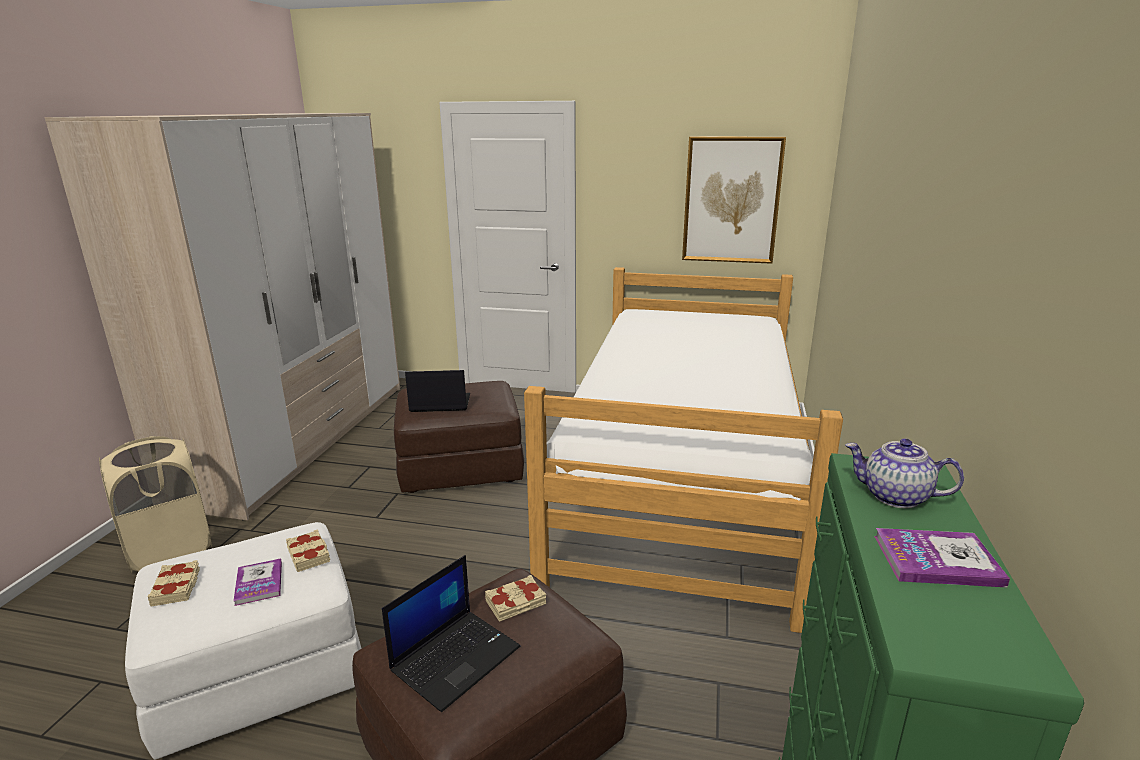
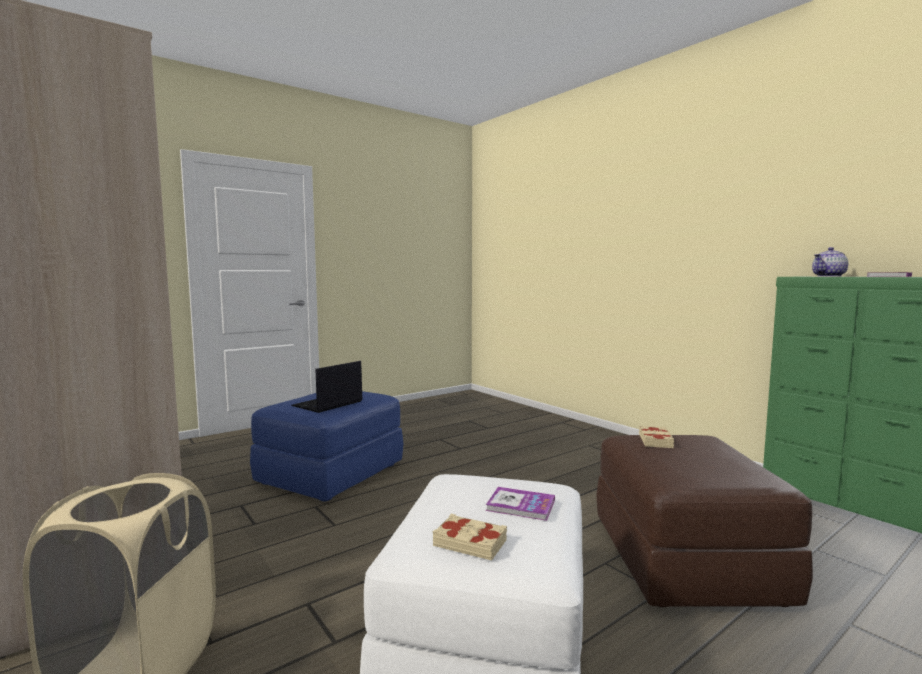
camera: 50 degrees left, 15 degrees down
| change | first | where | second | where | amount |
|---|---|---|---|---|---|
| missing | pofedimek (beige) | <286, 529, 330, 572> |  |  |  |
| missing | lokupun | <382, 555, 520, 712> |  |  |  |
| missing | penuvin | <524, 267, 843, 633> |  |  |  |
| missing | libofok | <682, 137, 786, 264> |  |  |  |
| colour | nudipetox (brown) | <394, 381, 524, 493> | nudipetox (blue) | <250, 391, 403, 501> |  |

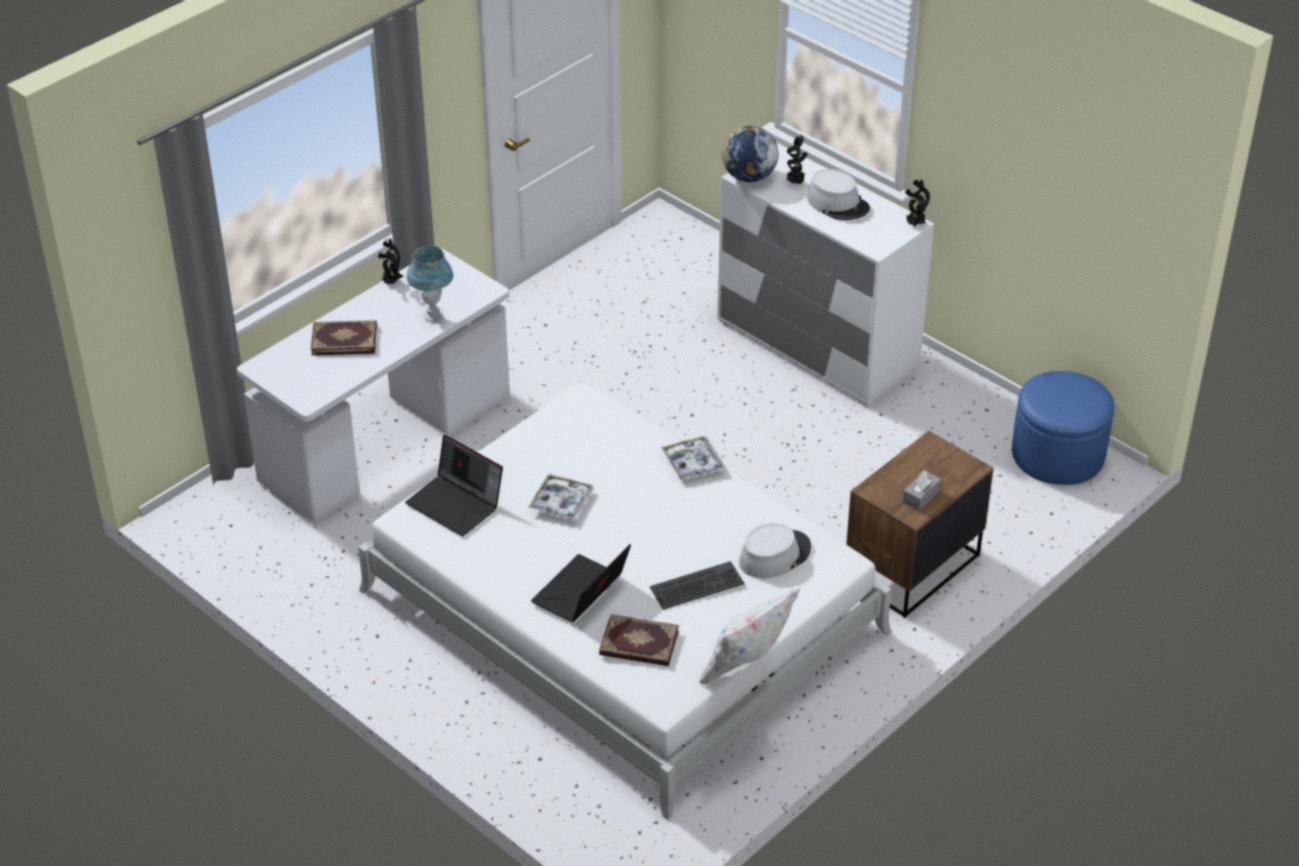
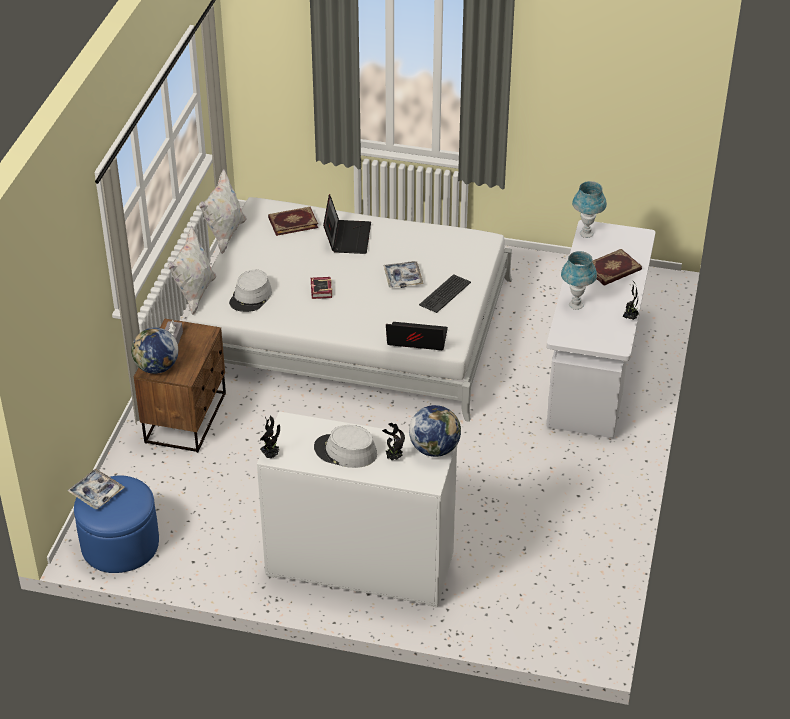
camera: 150 degrees right, 0 degrees up
| change | first | where | second | where | amount |
|---|---|---|---|---|---|
| appeared |  |  | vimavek | <131, 328, 178, 374> |  |
| appeared |  |  | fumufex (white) | <168, 226, 217, 315> |  |
| appeared |  |  | pofedimek | <311, 277, 332, 299> |  |
| appeared |  |  | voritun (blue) | <572, 181, 607, 238> |  |
| relocated | lokupun | <405, 435, 503, 536> |  | <386, 322, 448, 350> |  |
| relocated | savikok | <650, 561, 745, 610> |  | <419, 274, 471, 313> |  |
| relocated | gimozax | <661, 436, 726, 480> |  | <67, 469, 125, 509> |  |

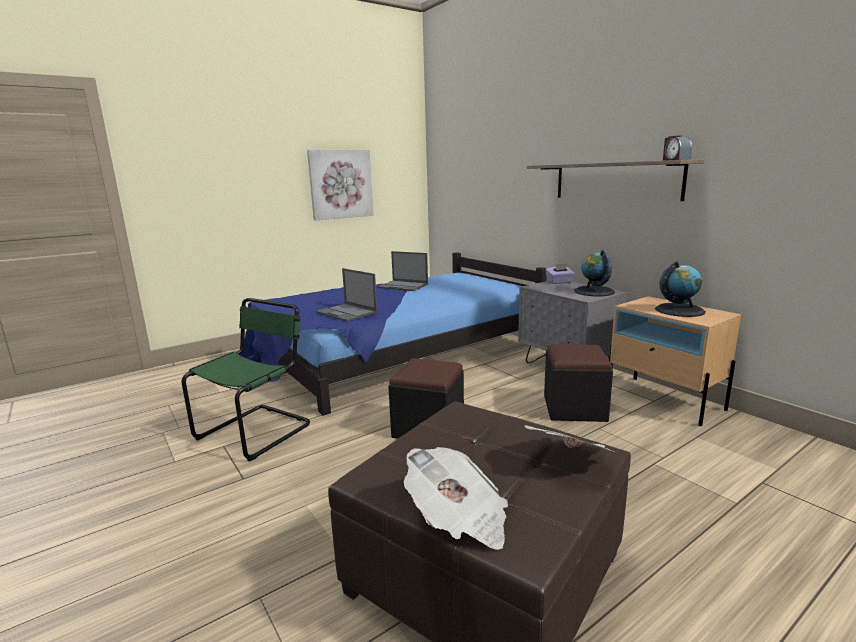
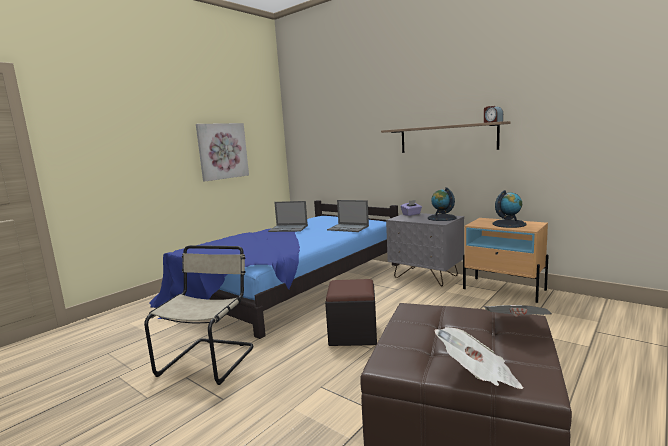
camera: 15 degrees left, 5 degrees down
| change | first | where | second | where | amount |
|---|---|---|---|---|---|
| missing | nudipetox (black) | <544, 344, 613, 422> |  |  |  |
| relocated | lokupun | <316, 268, 378, 322> |  | <327, 200, 369, 232> |  |
| colour | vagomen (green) | <182, 298, 310, 461> | vagomen (beige) | <144, 245, 253, 385> |  |

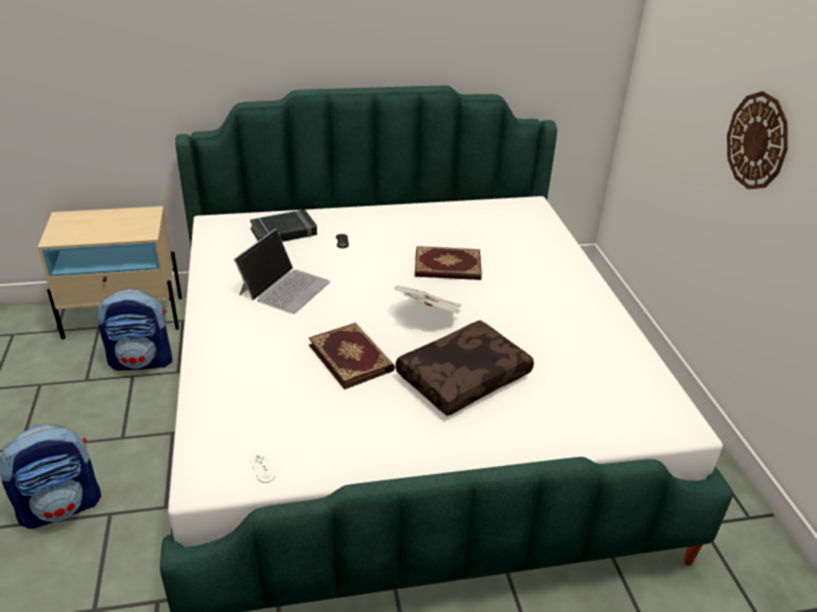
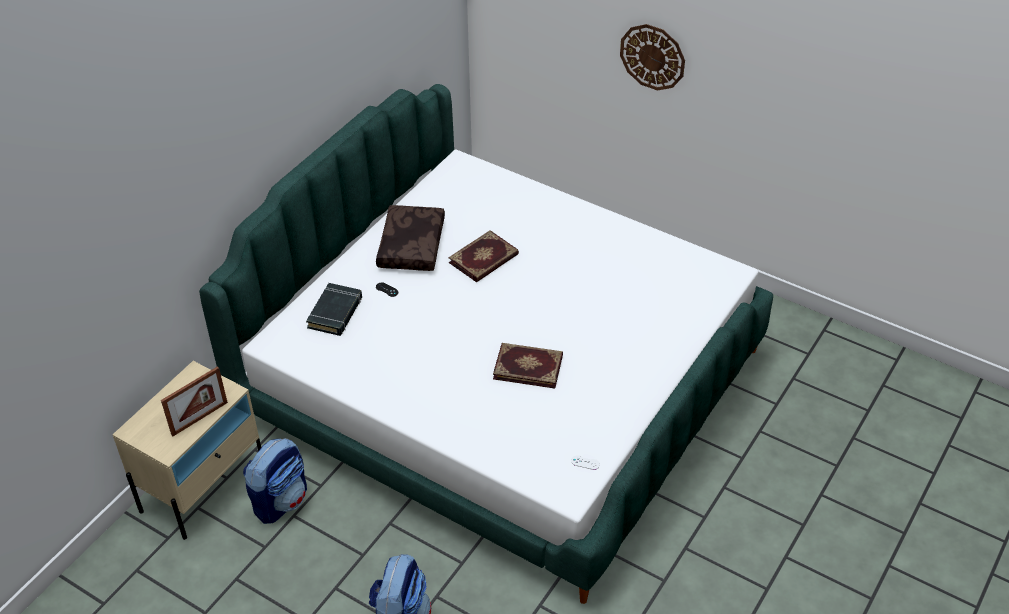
camera: 45 degrees left, 10 degrees up
| change | first | where | second | where | amount |
|---|---|---|---|---|---|
| missing | lokupun | <234, 229, 330, 314> |  |  |  |
| missing | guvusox | <394, 286, 462, 313> |  |  |  |
| appeared |  |  | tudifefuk | <161, 366, 228, 436> |  |
| relocated | fumufex (brown) | <395, 320, 534, 416> |  | <376, 205, 445, 271> |  |

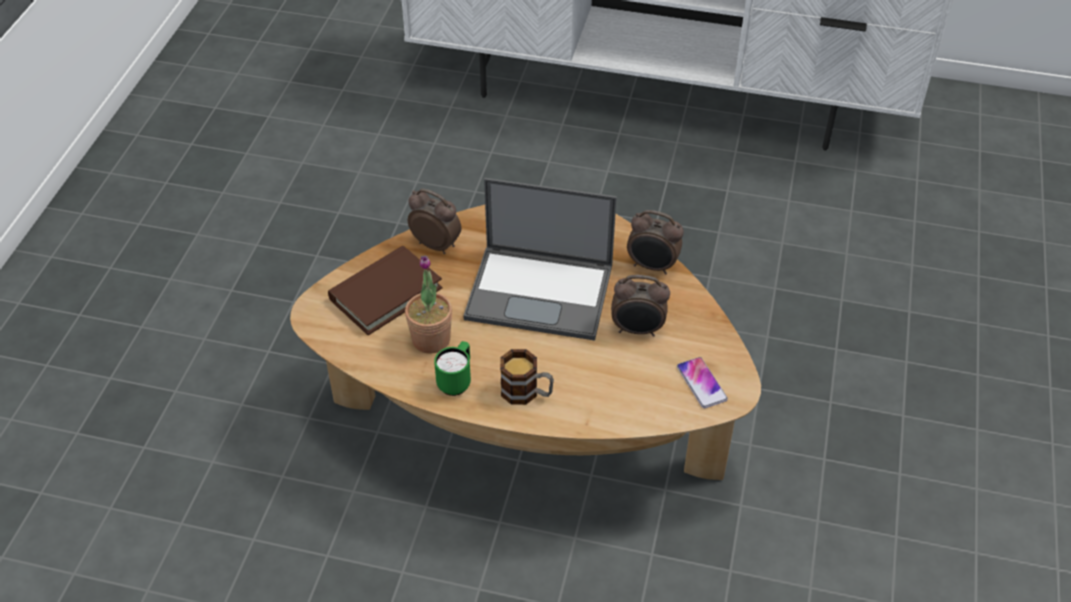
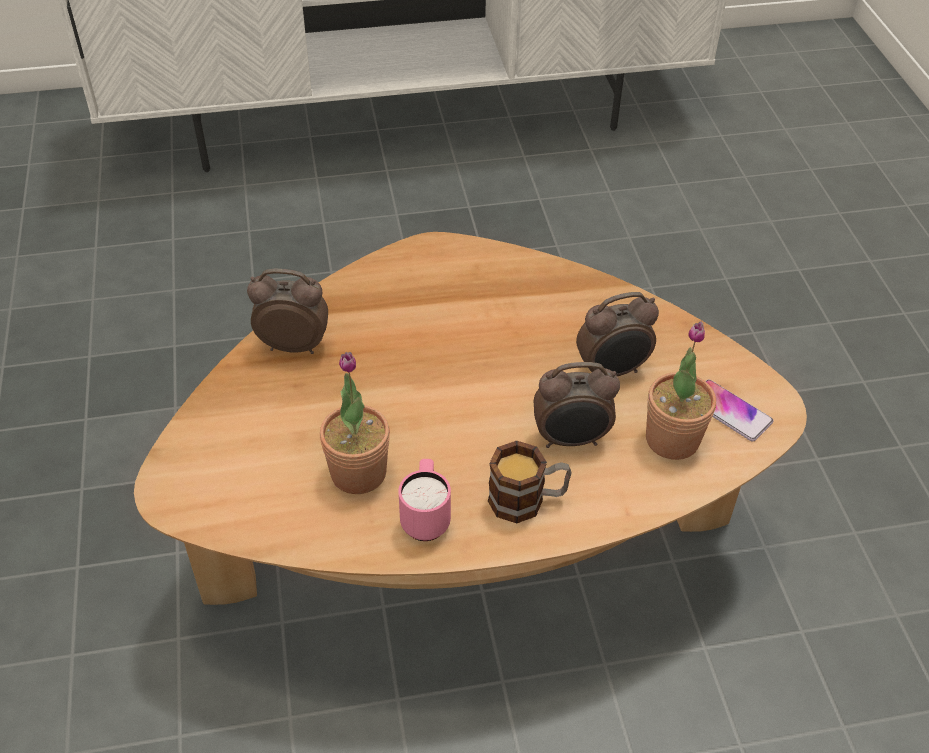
camera: 25 degrees left, 0 degrees up
| change | first | where | second | where | amount |
|---|---|---|---|---|---|
| missing | pofedimek (brown) | <328, 246, 443, 335> |  |  |  |
| missing | lokupun | <463, 178, 617, 341> |  |  |  |
| appeared |  |  | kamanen | <646, 321, 716, 460> |  |
| relocated | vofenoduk | <627, 210, 684, 275> |  | <534, 362, 620, 448> |  |
| colour | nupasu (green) | <434, 341, 471, 396> | nupasu (pink) | <398, 459, 451, 541> |  |

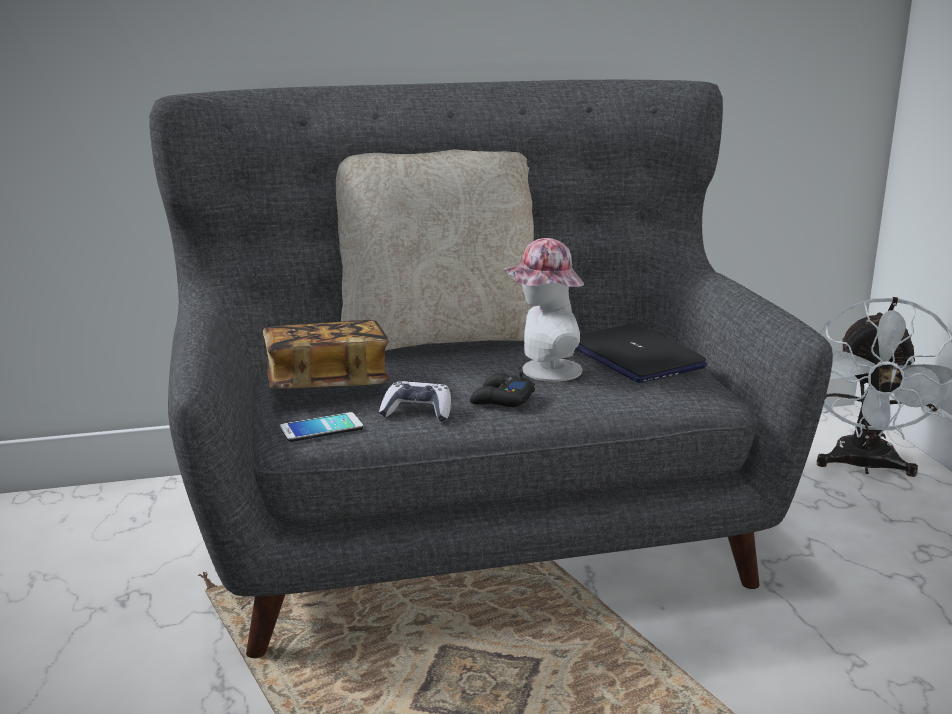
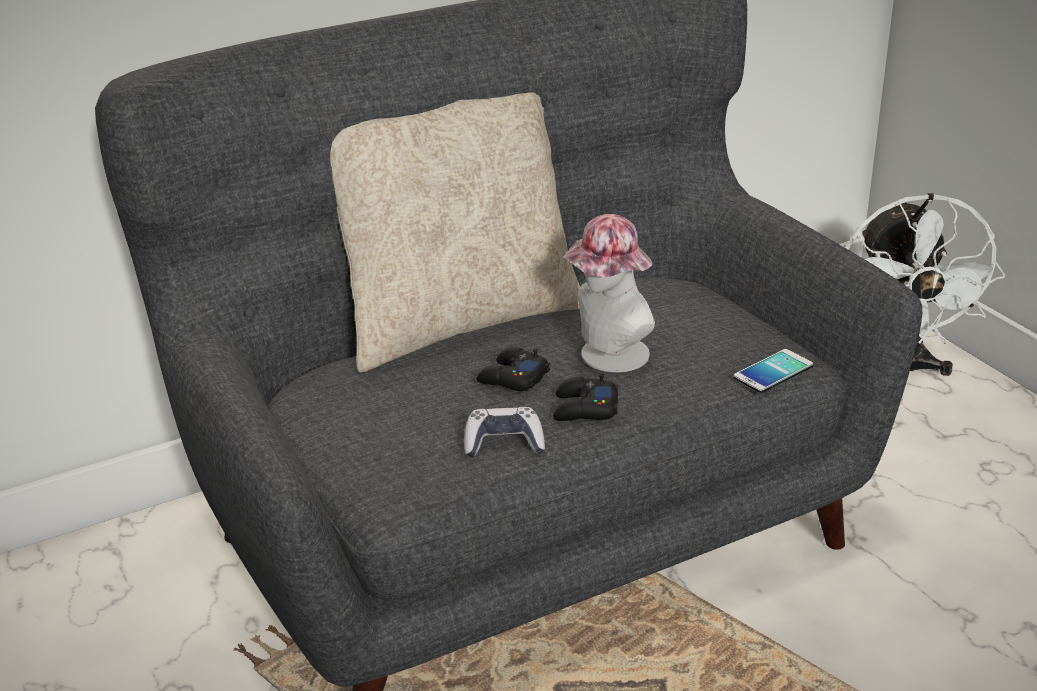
camera: 15 degrees left, 10 degrees up
| change | first | where | second | where | amount |
|---|---|---|---|---|---|
| missing | pofedimek | <263, 320, 389, 388> |  |  |  |
| missing | lokupun | <576, 324, 707, 383> |  |  |  |
| appeared |  |  | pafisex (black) | <476, 347, 550, 391> |  |
| relocated | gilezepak | <280, 412, 364, 442> |  | <734, 349, 813, 393> |  |

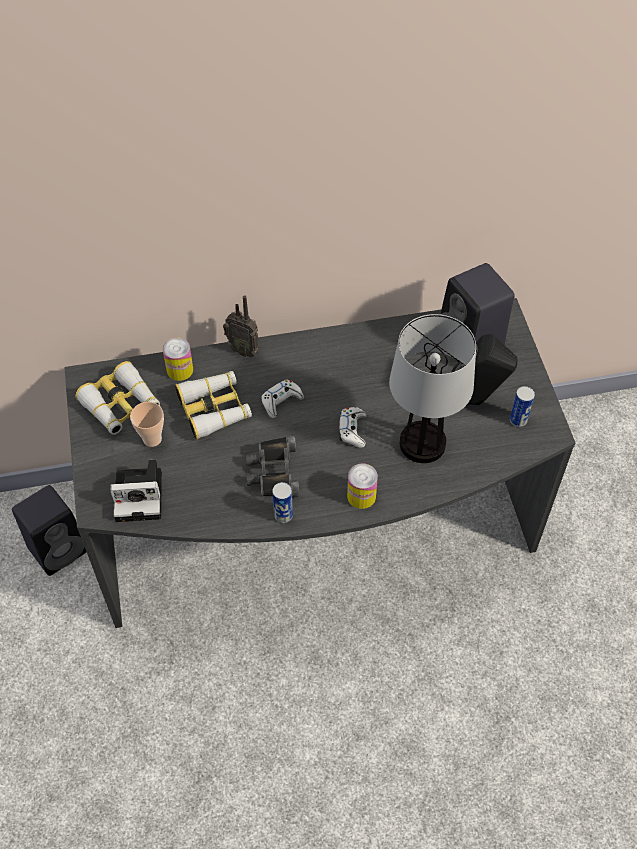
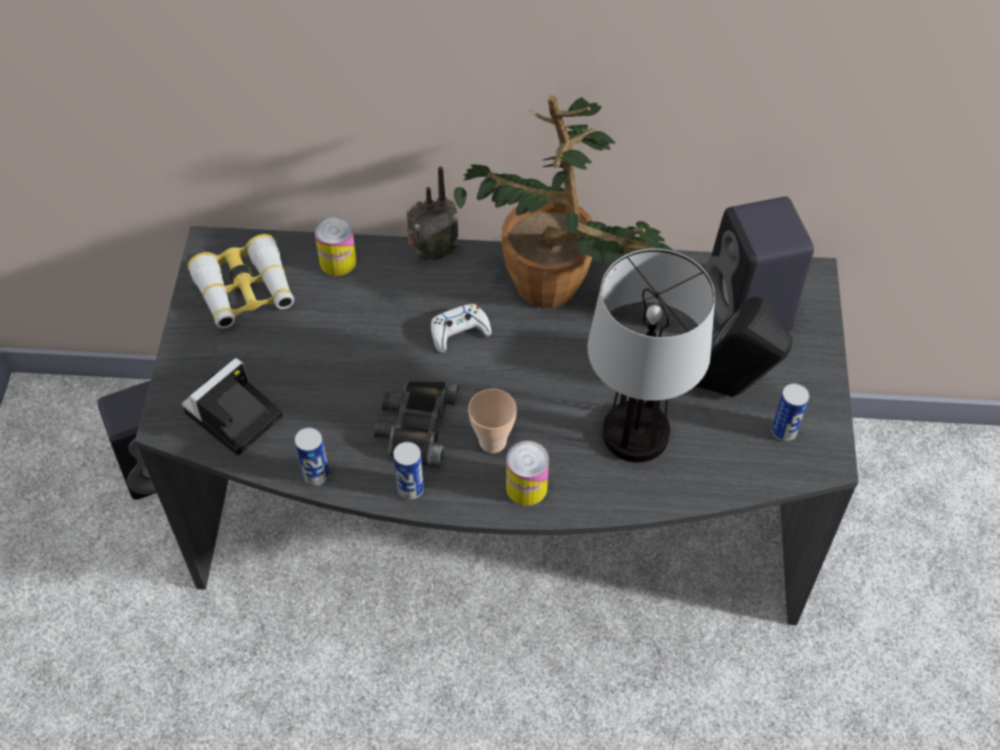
camera: 15 degrees right, 0 degrees up
| change | first | where | second | where | amount |
|---|---|---|---|---|---|
| missing | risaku | <175, 371, 252, 440> |  |  |  |
| missing | pafisex (white) | <339, 407, 366, 448> |  |  |  |
| appeared |  |  | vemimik | <295, 427, 329, 486> |  |
| appeared |  |  | kamanen | <453, 95, 675, 308> |  |
| relocated | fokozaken | <130, 402, 164, 447> |  | <468, 389, 517, 453> |  |
| spun | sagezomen | <110, 459, 162, 522> |  | <182, 358, 283, 456> | 120 degrees clockwise |
| spun | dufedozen | <223, 295, 259, 357> |  | <406, 167, 459, 260> | 60 degrees counterclockwise |

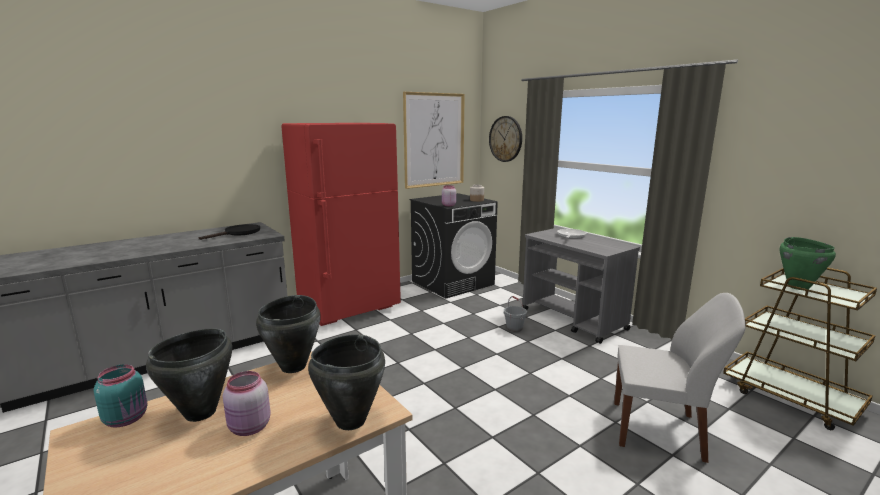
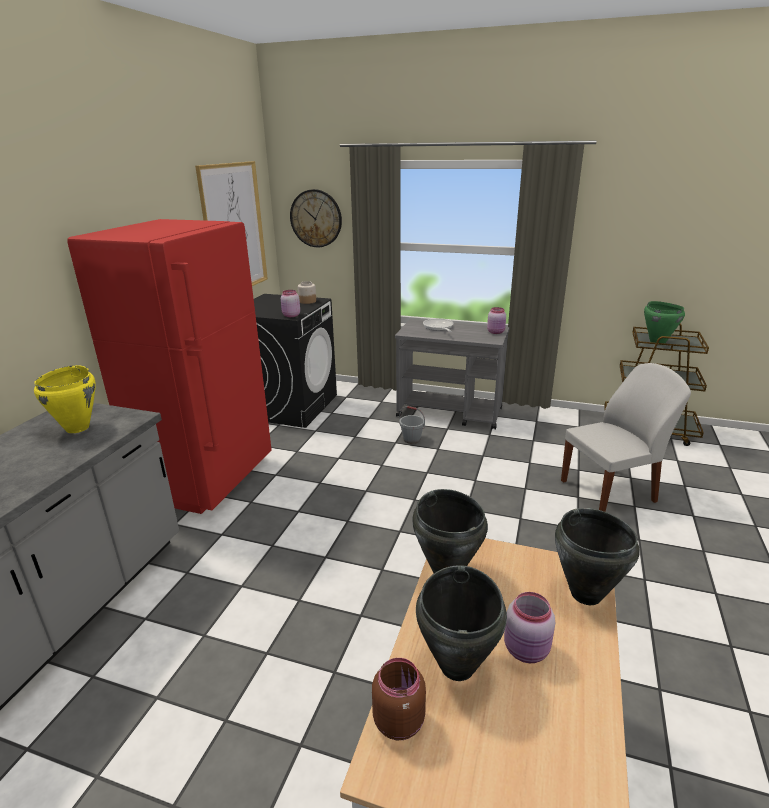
camera: 35 degrees left, 10 degrees up
| change | first | where | second | where | amount |
|---|---|---|---|---|---|
| appeared |  |  | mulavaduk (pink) | <487, 307, 506, 334> |  |
| exchanged | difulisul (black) | <199, 224, 260, 240> | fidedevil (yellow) | <34, 365, 96, 433> |  |
| colour | mulavaduk (turquoise) | <94, 364, 147, 428> | mulavaduk (brown) | <372, 658, 426, 740> |  |

